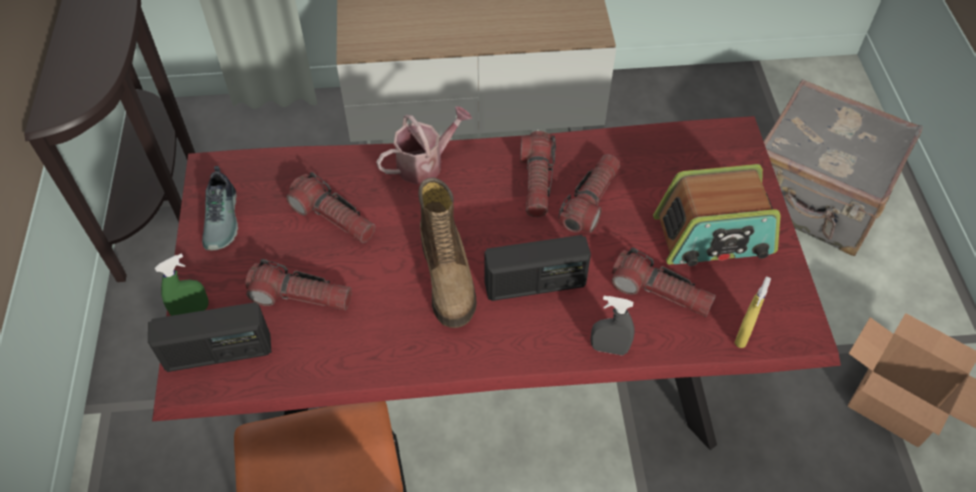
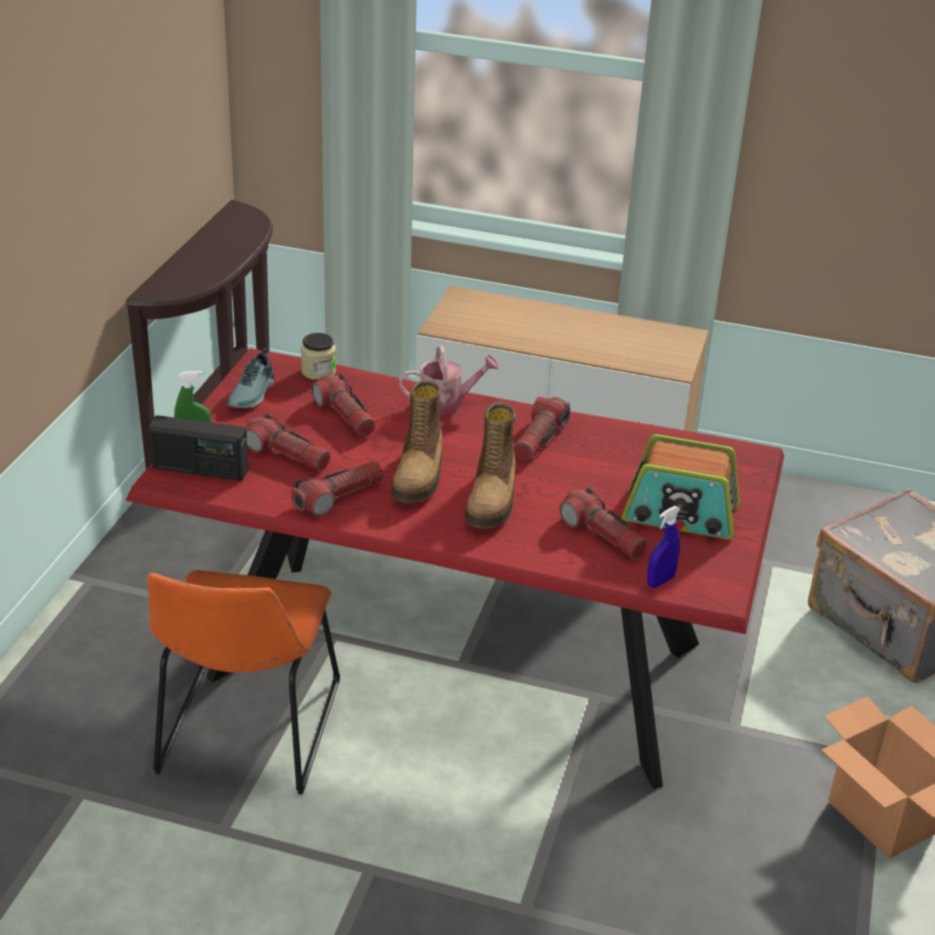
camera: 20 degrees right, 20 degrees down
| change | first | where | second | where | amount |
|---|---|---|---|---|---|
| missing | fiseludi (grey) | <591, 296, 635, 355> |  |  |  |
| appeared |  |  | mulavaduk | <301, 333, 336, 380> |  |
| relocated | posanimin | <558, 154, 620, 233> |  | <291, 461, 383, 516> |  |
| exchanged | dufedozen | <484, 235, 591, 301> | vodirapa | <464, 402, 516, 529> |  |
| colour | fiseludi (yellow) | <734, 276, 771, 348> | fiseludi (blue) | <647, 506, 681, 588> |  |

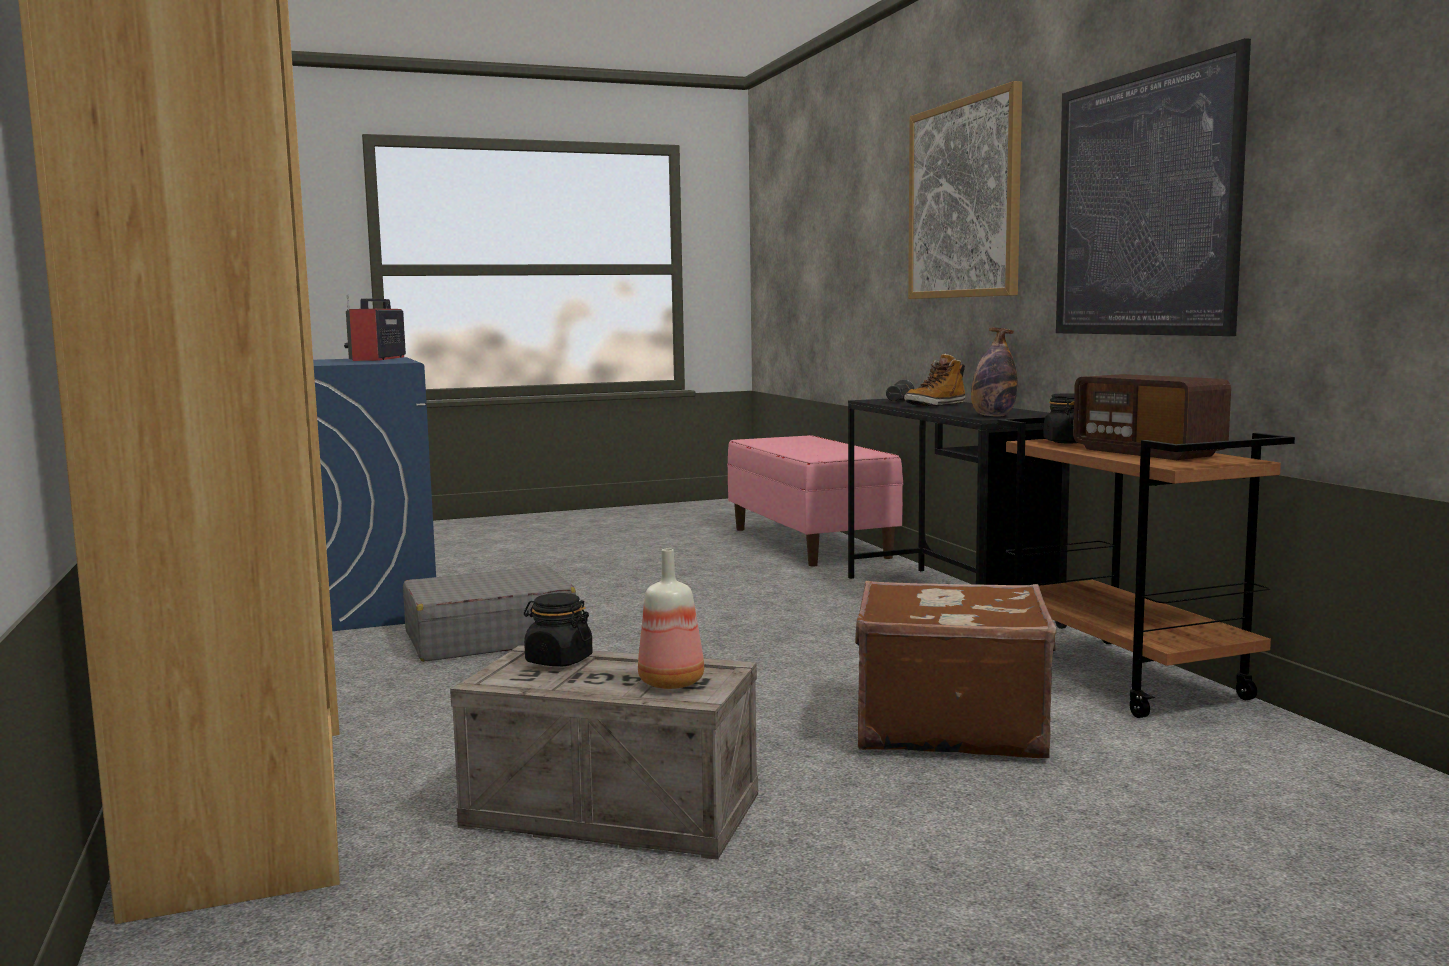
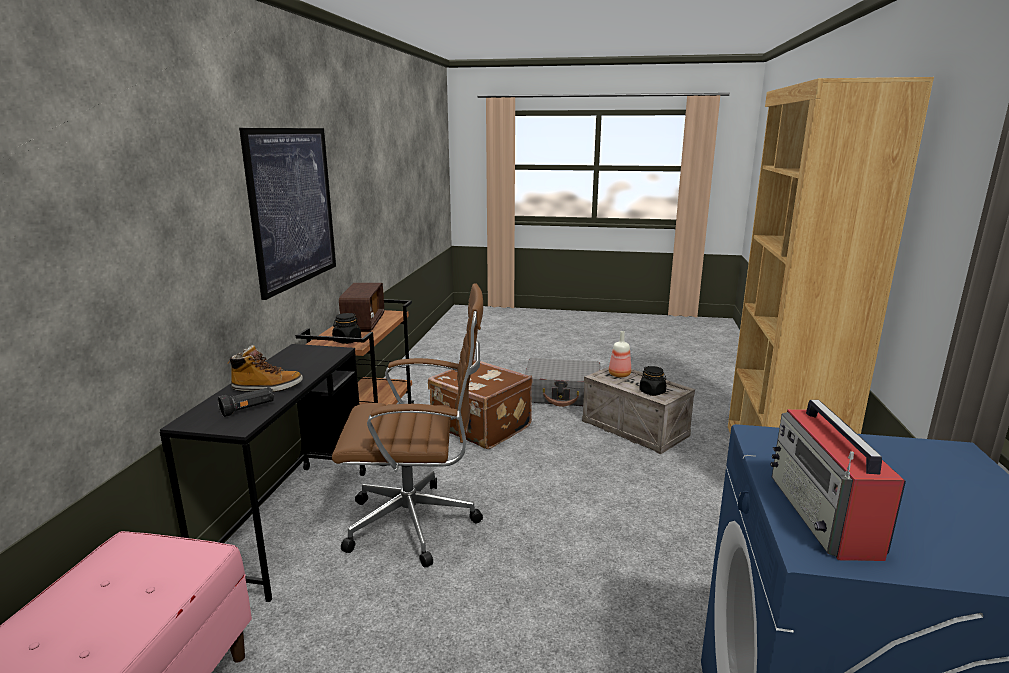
camera: 150 degrees left, 10 degrees up
| change | first | where | second | where | amount |
|---|---|---|---|---|---|
| missing | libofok | <908, 81, 1022, 299> |  |  |  |
| missing | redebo | <971, 328, 1017, 417> |  |  |  |
| appeared |  |  | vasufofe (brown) | <332, 283, 483, 567> |  |
| relocated | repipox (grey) | <403, 565, 576, 662> |  | <525, 358, 600, 407> |  |
| spun | dufedozen | <344, 295, 406, 361> |  | <771, 400, 906, 561> | 150 degrees clockwise |

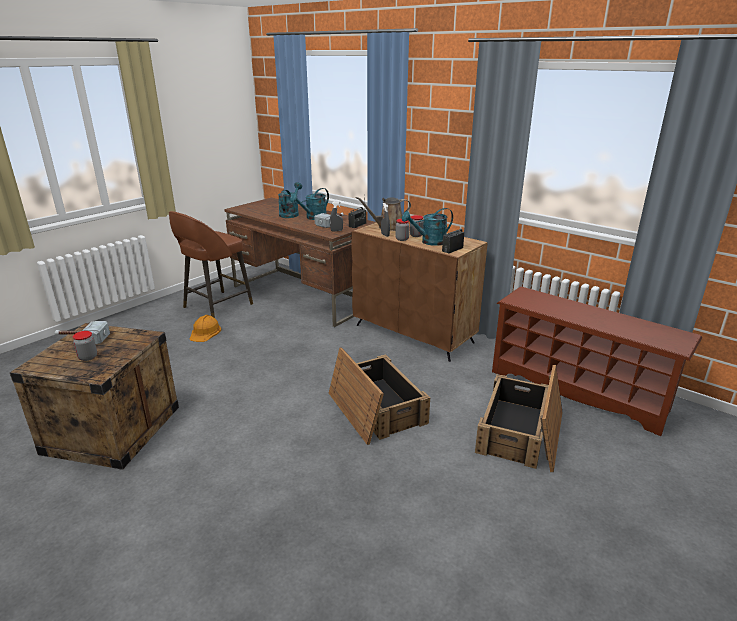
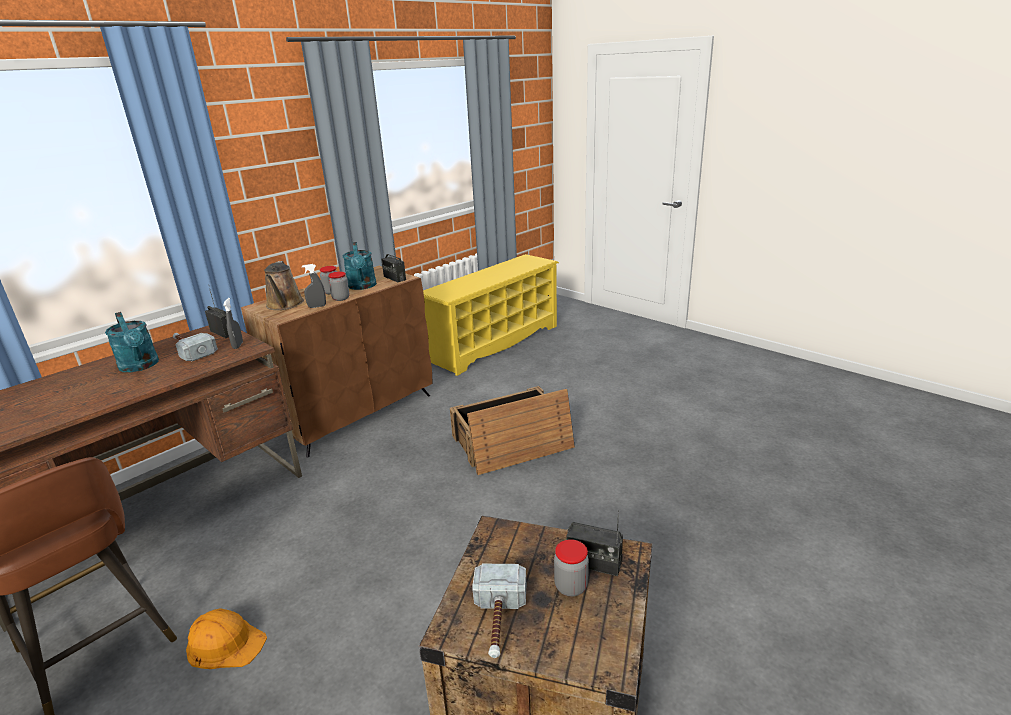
camera: 85 degrees left, 0 degrees up
| change | first | where | second | where | amount |
|---|---|---|---|---|---|
| missing | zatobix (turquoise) | <278, 182, 302, 218> |  |  |  |
| missing | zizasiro | <475, 365, 563, 472> |  |  |  |
| appeared |  |  | dufedozen | <566, 510, 623, 576> |  |
| colour | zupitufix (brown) | <492, 287, 702, 436> | zupitufix (yellow) | <423, 254, 559, 376> |  |

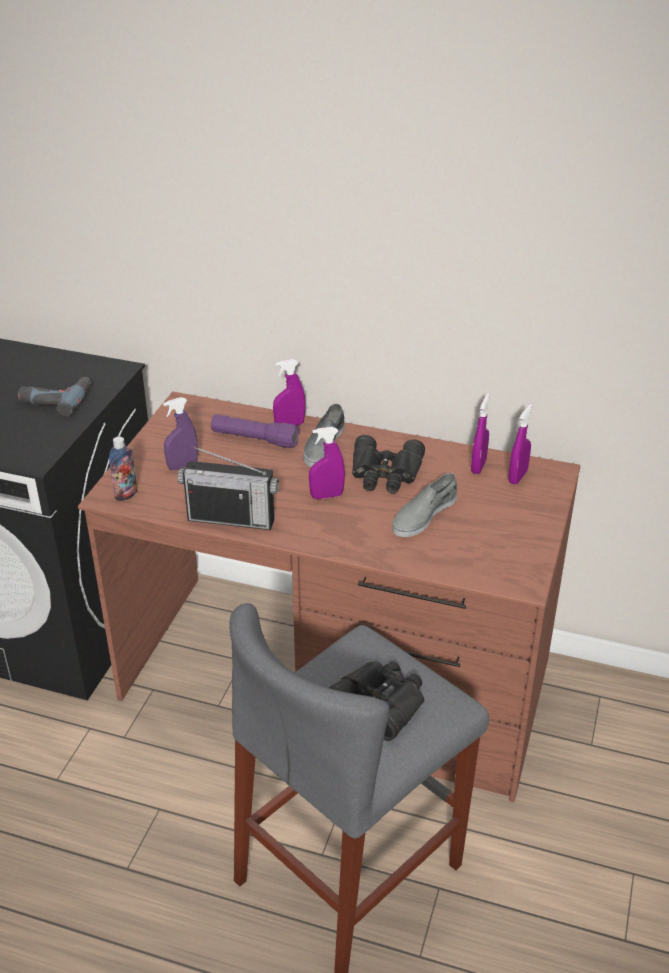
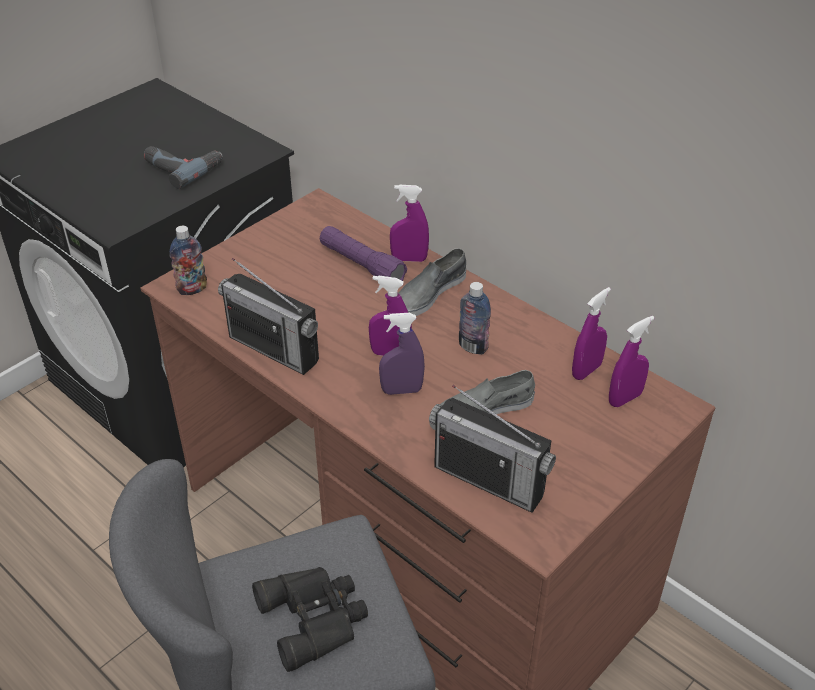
camera: 25 degrees right, 5 degrees up
| change | first | where | second | where | amount |
|---|---|---|---|---|---|
| appeared |  |  | dufedozen | <429, 385, 556, 513> |  |
| relocated | fiseludi (purple) | <163, 397, 198, 470> |  | <379, 313, 425, 395> |  |
| exchanged | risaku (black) | <352, 435, 425, 493> | redebo | <459, 282, 491, 354> |  |

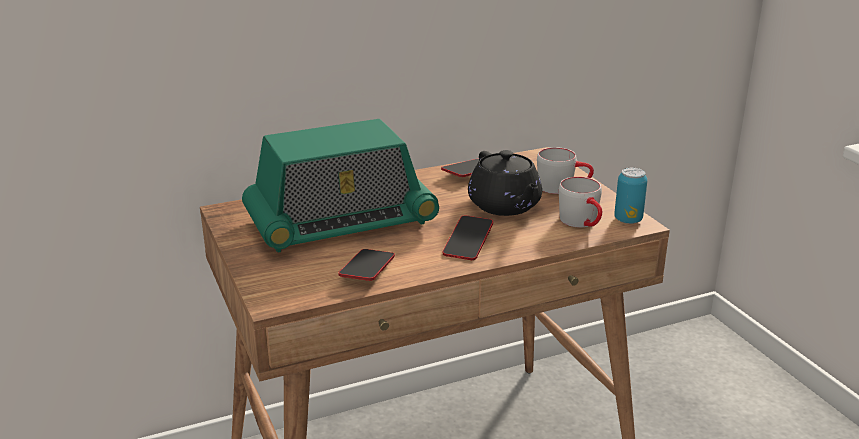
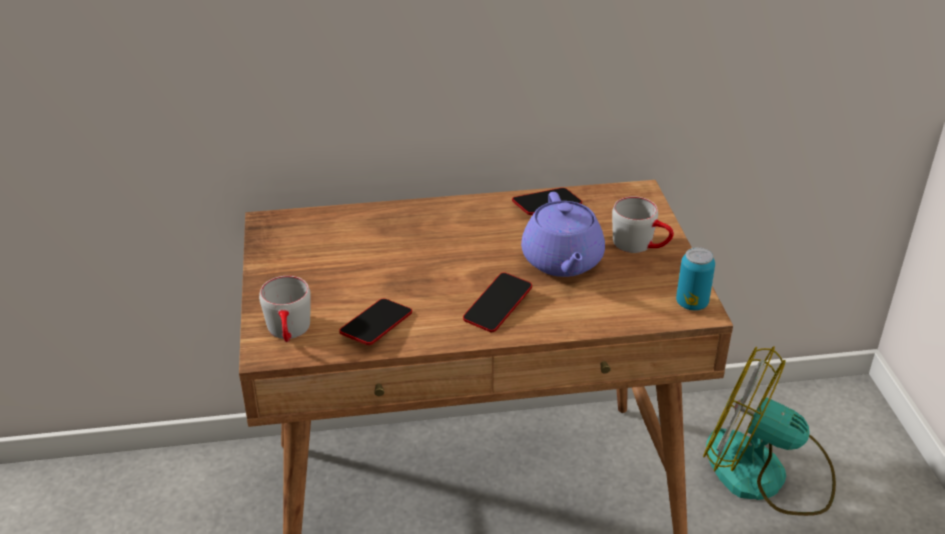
camera: 15 degrees right, 10 degrees up
| change | first | where | second | where | amount |
|---|---|---|---|---|---|
| missing | dufedozen | <242, 119, 439, 252> |  |  |  |
| appeared |  |  | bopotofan | <703, 346, 836, 516> |  |
| relocated | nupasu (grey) | <559, 177, 602, 227> |  | <259, 276, 311, 342> |  |
| colour | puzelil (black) | <468, 150, 542, 216> | puzelil (purple) | <521, 192, 605, 277> |  |

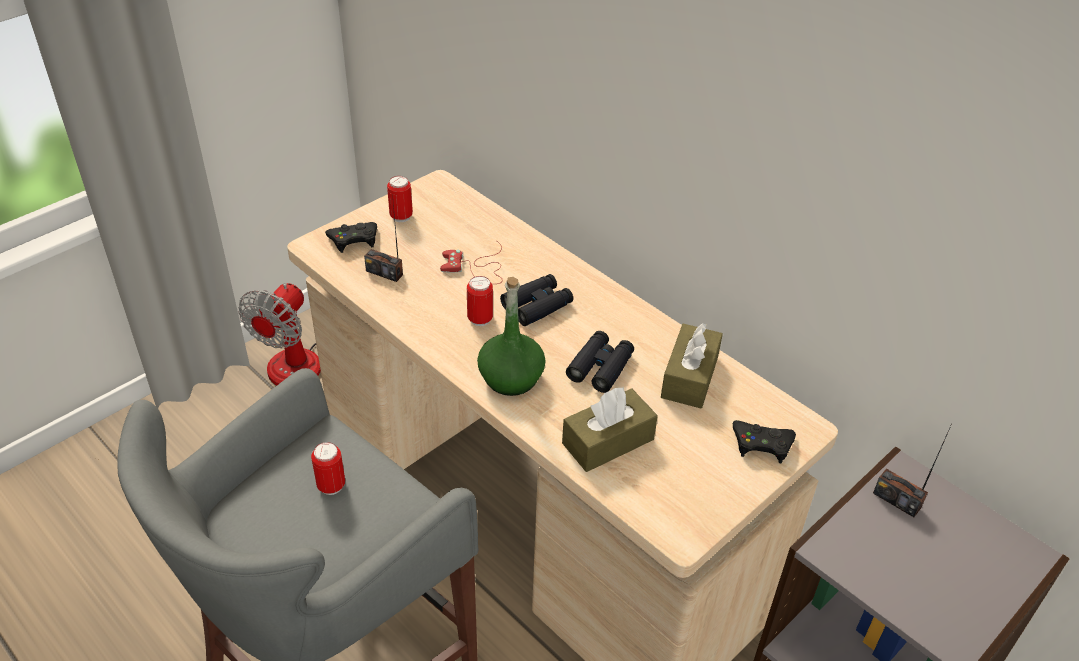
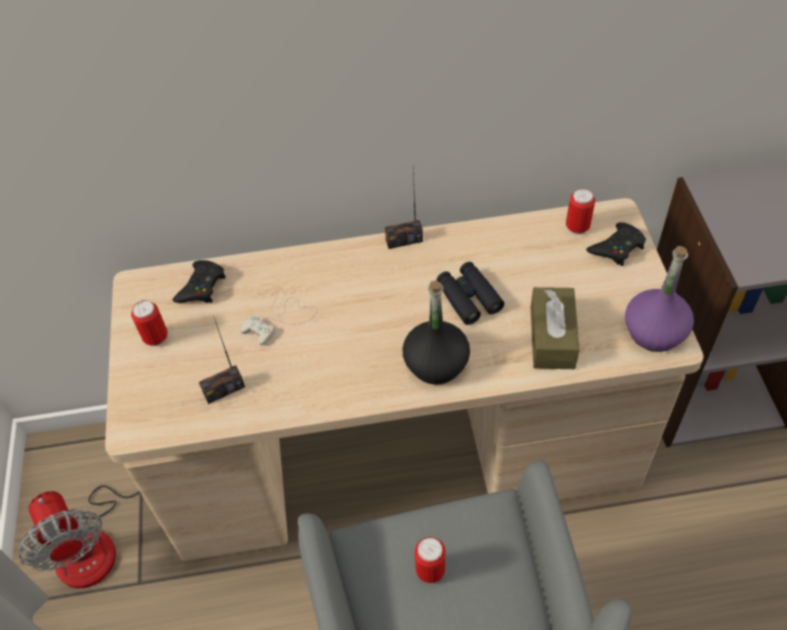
camera: 50 degrees left, 10 degrees up
| change | first | where | second | where | amount |
|---|---|---|---|---|---|
| missing | risaku (black) | <500, 274, 573, 326> |  |  |  |
| missing | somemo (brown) | <661, 323, 723, 408> |  |  |  |
| appeared |  |  | redebo (purple) | <625, 246, 694, 352> |  |
| relocated | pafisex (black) | <325, 222, 377, 253> |  | <172, 260, 226, 303> |  |
| relocated | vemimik | <467, 276, 493, 326> |  | <566, 189, 595, 235> |  |
| relocated | dufedozen | <873, 424, 952, 517> |  | <385, 170, 423, 249> |  |
| colour | pafisex (red) | <440, 241, 503, 284> | pafisex (white) | <240, 284, 317, 345> |  |
| colour | redebo (green) | <477, 277, 546, 396> | redebo (black) | <403, 280, 470, 385> |  |

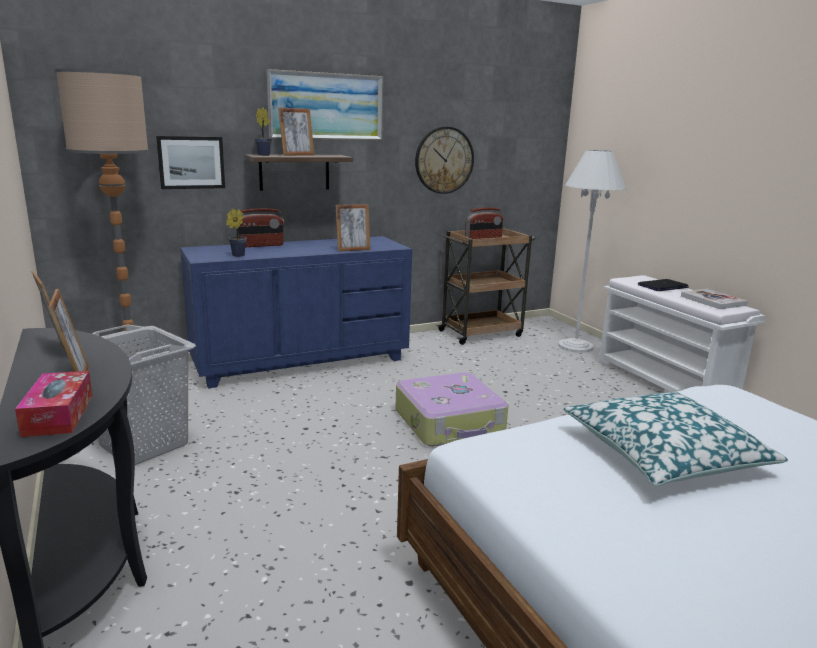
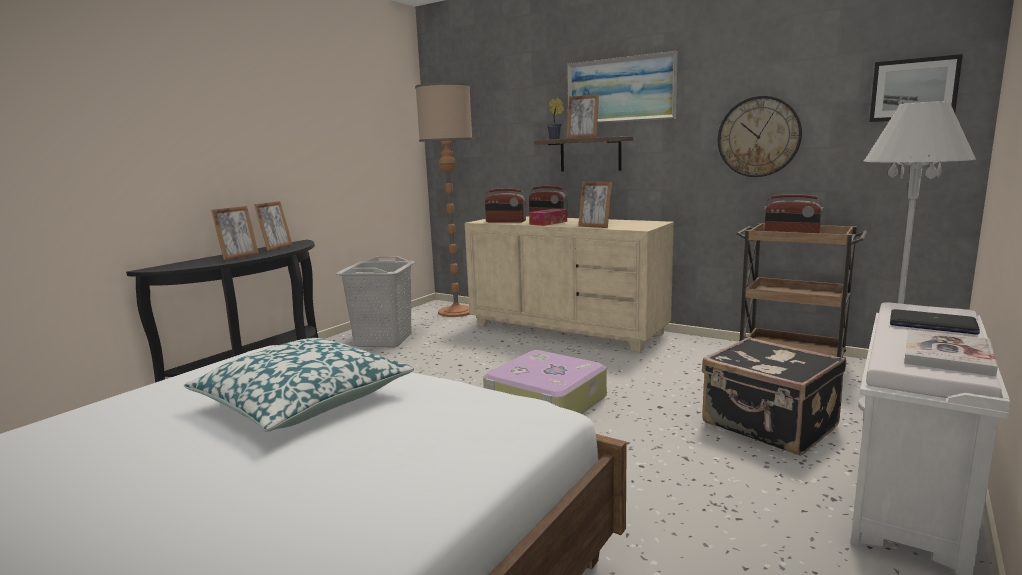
camera: 60 degrees right, 5 degrees down
| change | first | where | second | where | amount |
|---|---|---|---|---|---|
| appeared |  |  | repipox (black) | <702, 337, 846, 456> |  |
| relocated | somemo | <15, 371, 92, 437> |  | <529, 209, 567, 226> |  |
| relocated | libofok | <156, 136, 225, 189> |  | <869, 54, 963, 122> |  |
| exchanged | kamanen | <226, 209, 247, 257> | dufedozen | <484, 188, 526, 223> |  |
| colour | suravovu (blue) | <180, 236, 412, 388> | suravovu (beige) | <465, 216, 674, 353> |  |

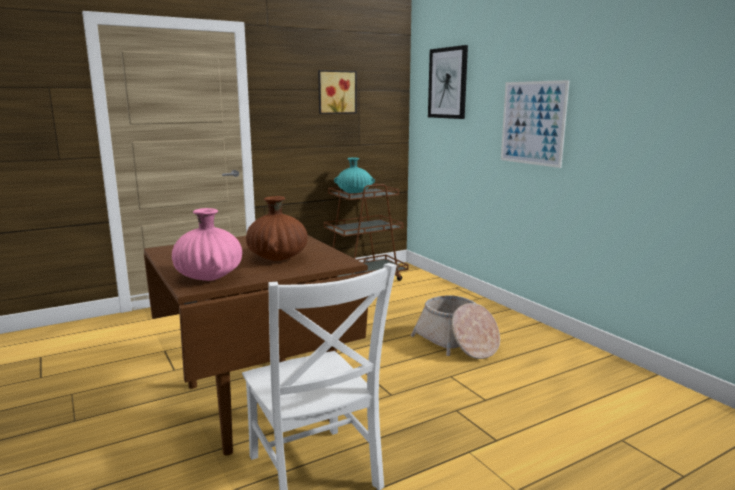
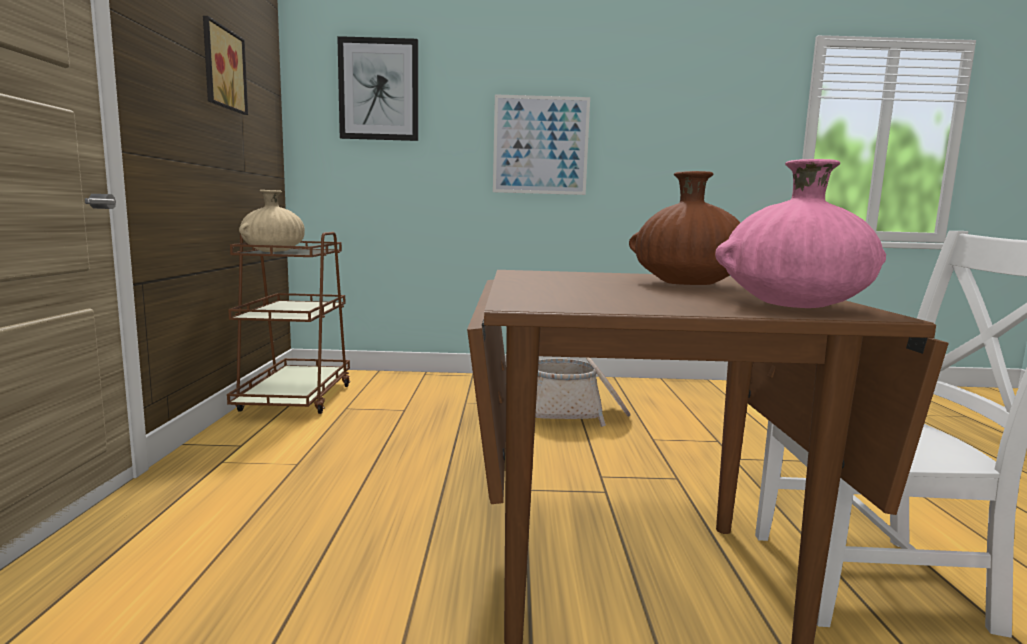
camera: 60 degrees left, 5 degrees down
| change | first | where | second | where | amount |
|---|---|---|---|---|---|
| colour | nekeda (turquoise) | <334, 158, 375, 193> | nekeda (beige) | <239, 190, 305, 252> |  |

